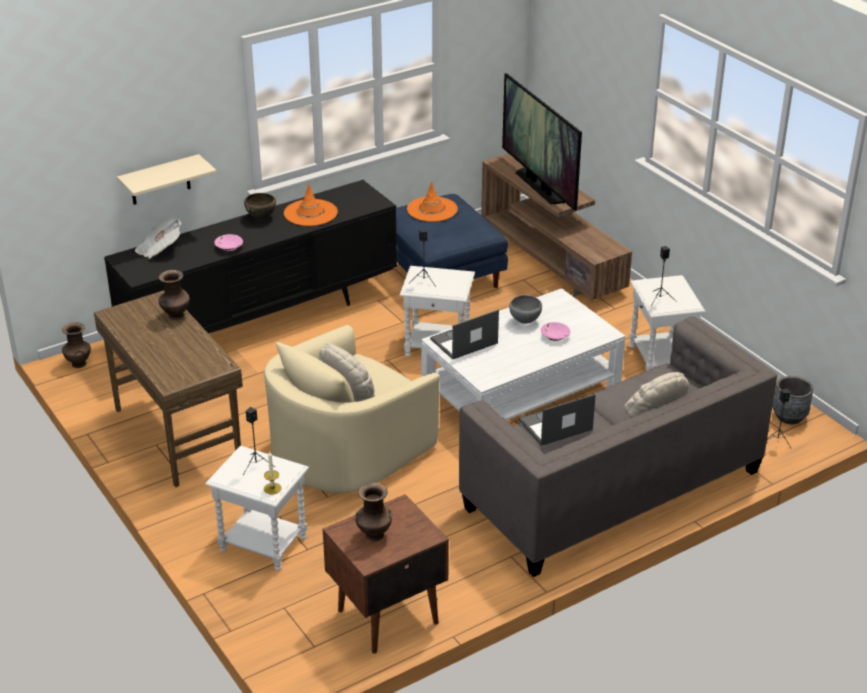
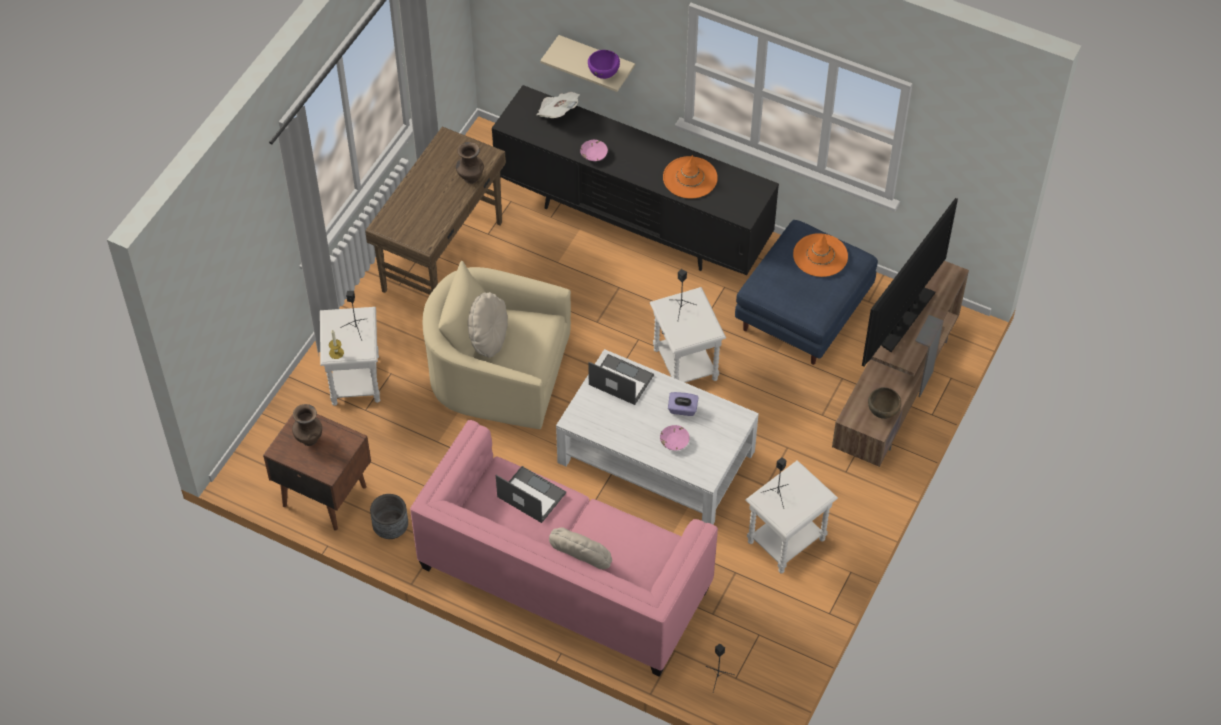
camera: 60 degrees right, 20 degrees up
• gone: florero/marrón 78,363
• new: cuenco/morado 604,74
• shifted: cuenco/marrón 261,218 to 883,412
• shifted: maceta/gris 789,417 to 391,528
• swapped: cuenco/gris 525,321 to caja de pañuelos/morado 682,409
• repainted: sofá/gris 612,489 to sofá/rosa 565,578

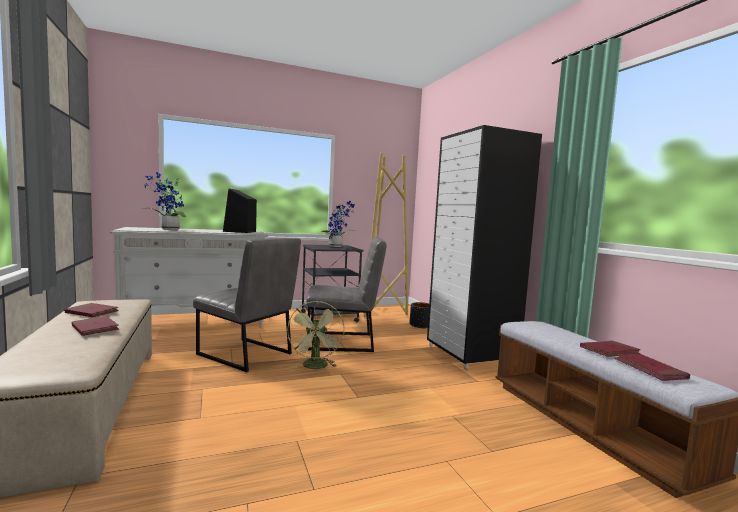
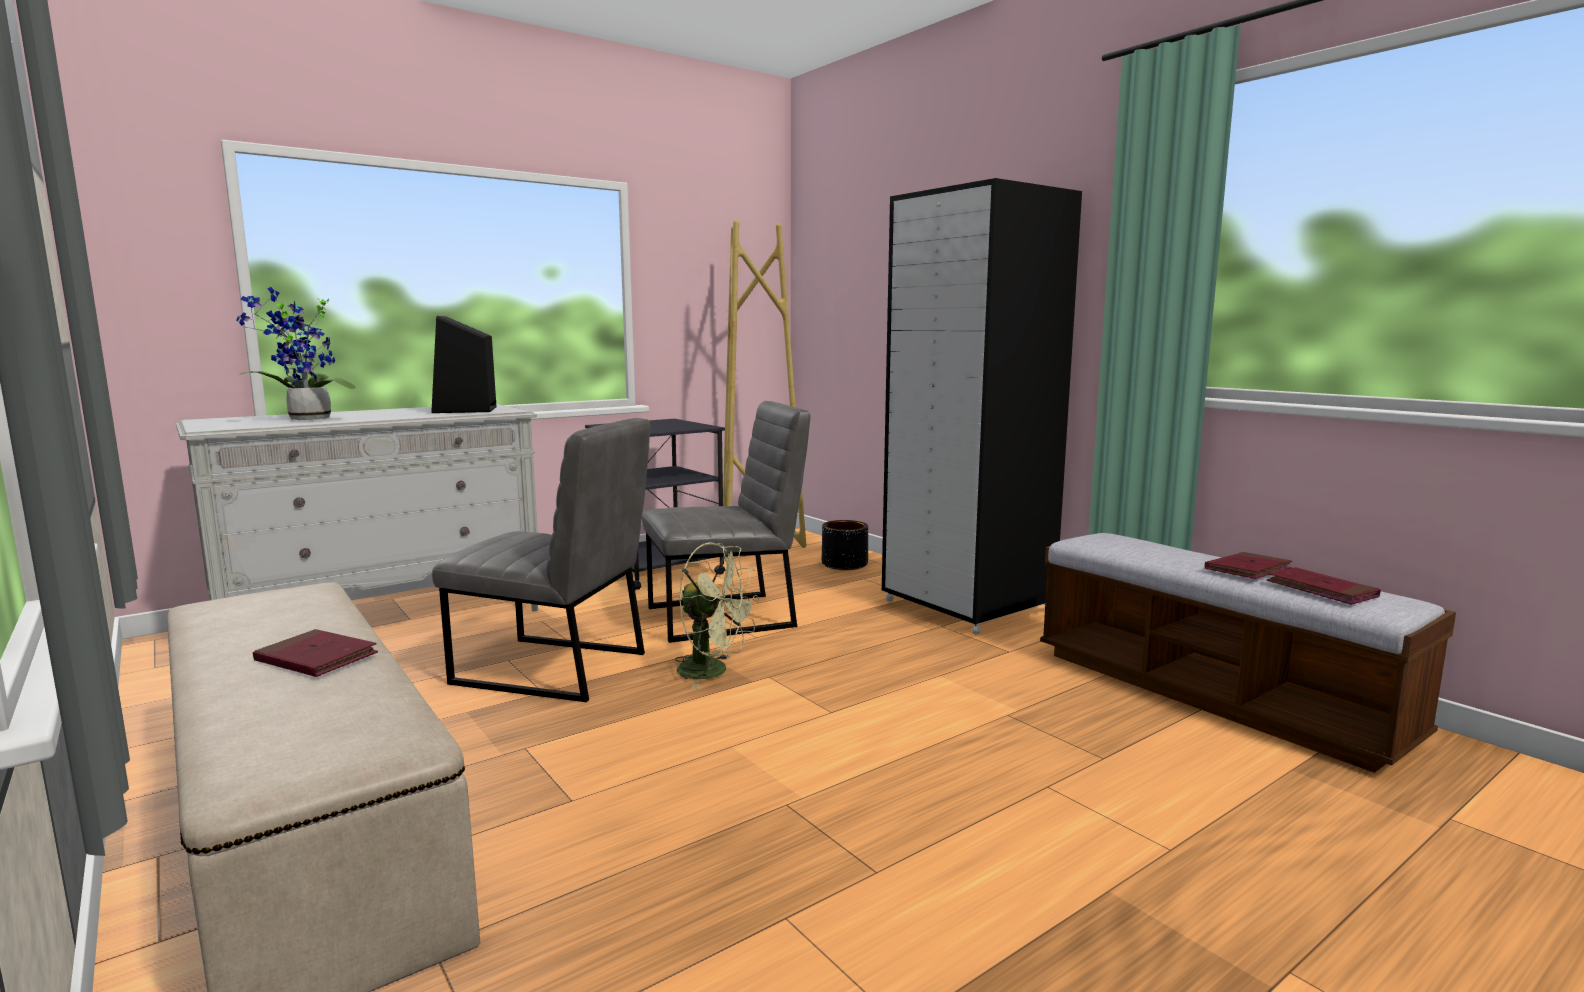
camera: 15 degrees left, 5 degrees up
• gone: libro/rojo 92,312
• gone: planta en maceta 337,246
• rotated: ventilador/verde 316,367 = 713,671 45 degrees counterclockwise

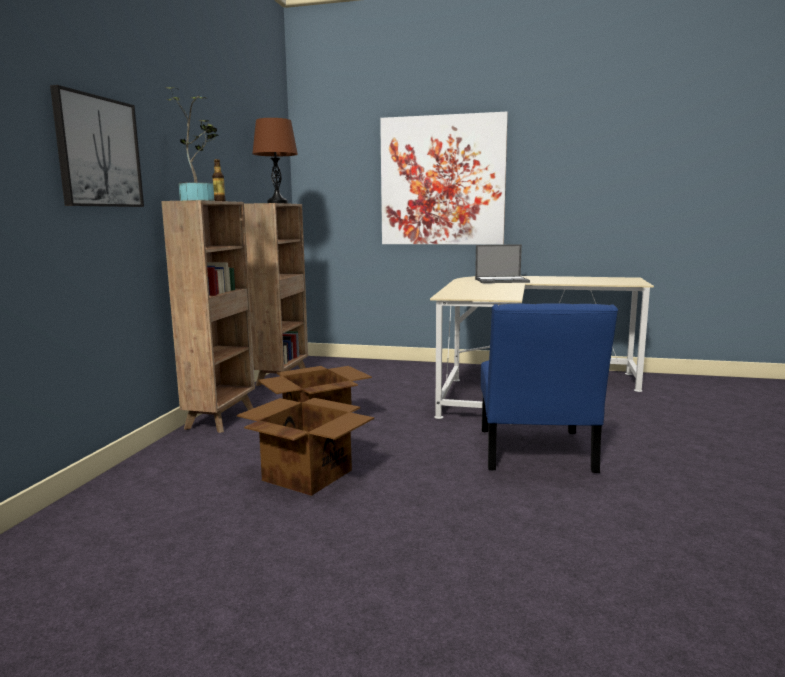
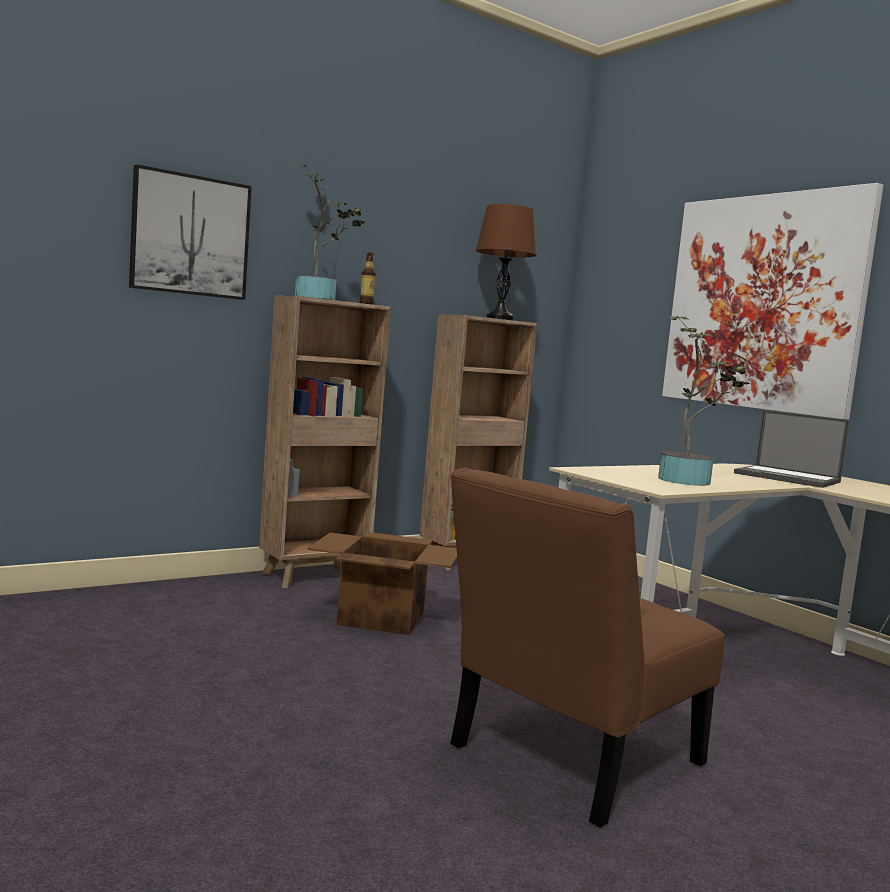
camera: 40 degrees right, 5 degrees down
• gone: caja de cartón 306,474
• new: planta en maceta 689,481
• repainted: silla/azul 535,454 to silla/marrón 568,759

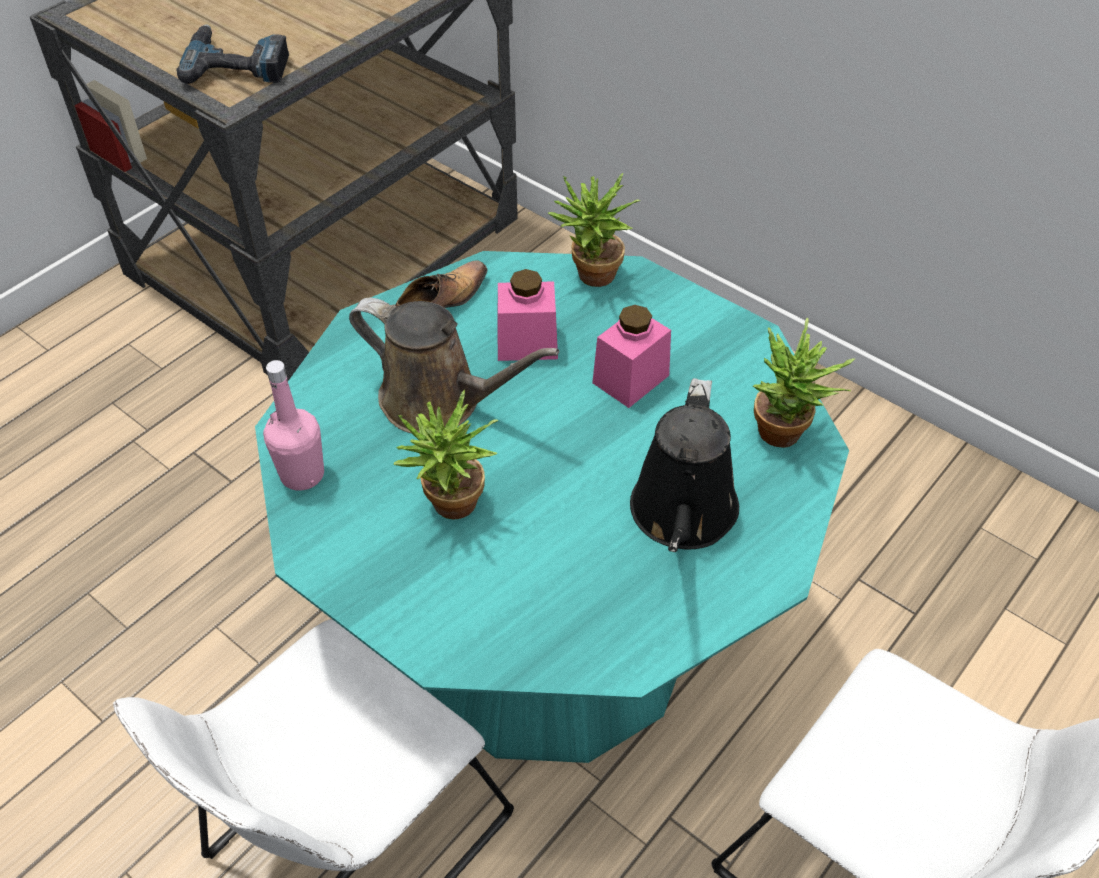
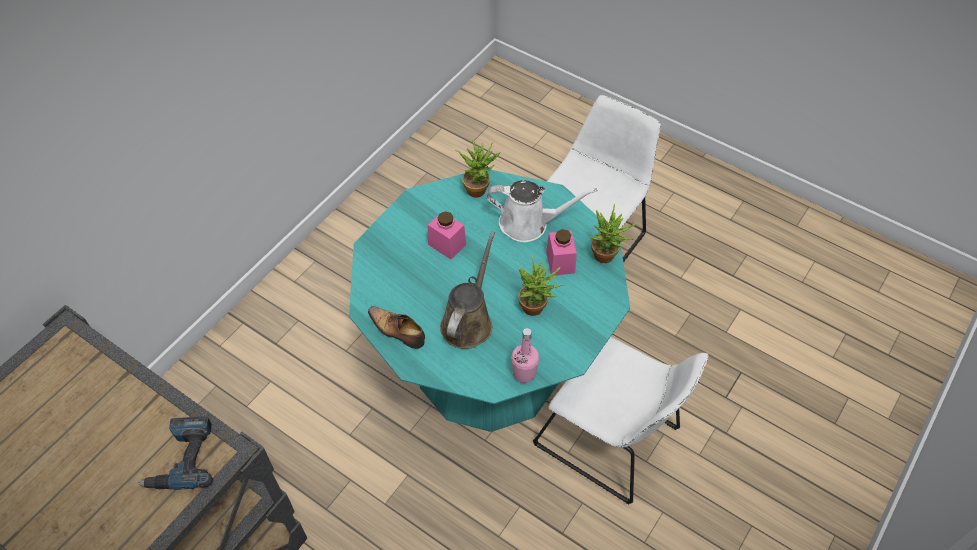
camera: 95 degrees left, 5 degrees up
• shifted: tarro/rosa 527,343 to 560,262
• shifted: planta en maceta 591,278 to 607,258
• repainted: regadera/negro 682,516 to regadera/blanco 528,224

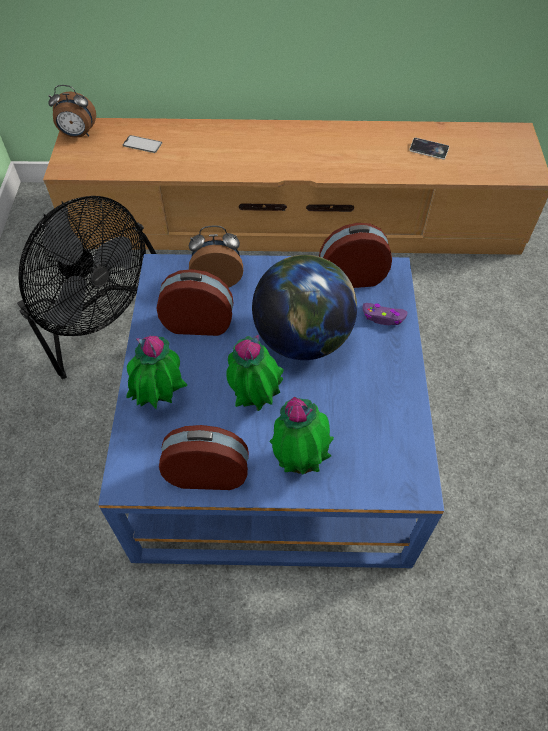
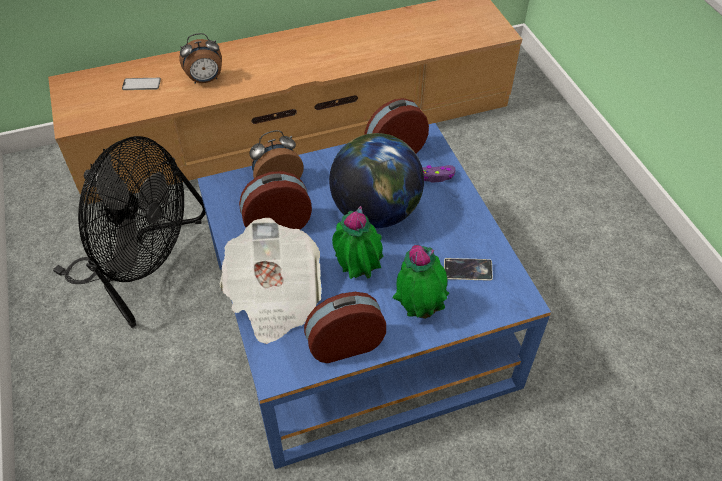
camera: 20 degrees left, 5 degrees down
• shifted: despertador 78,135 to 205,80
• shifted: móvil 428,150 to 467,271
• swapped: planta en maceta 160,400 to periódico 274,297

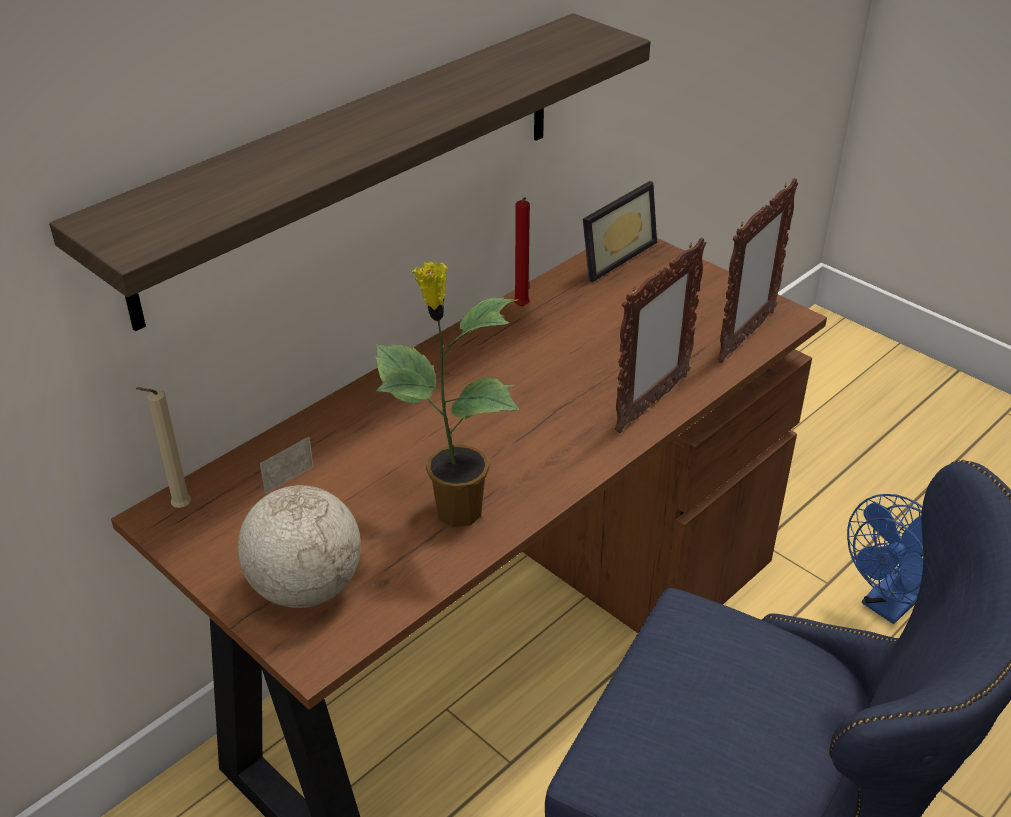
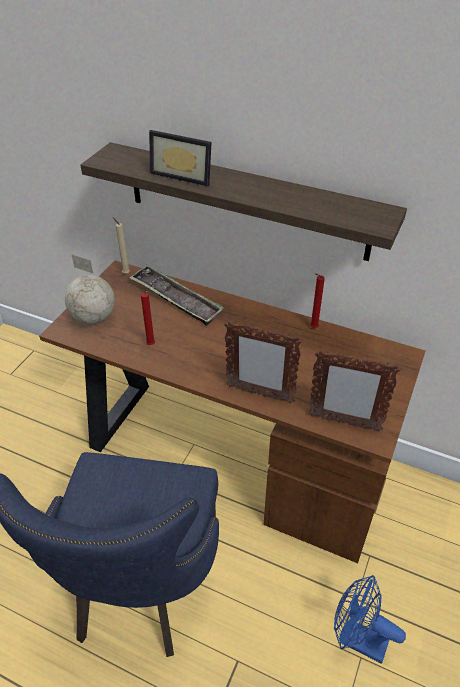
camera: 70 degrees right, 5 degrees up
• new: bandeja 176,299
• shifted: portarretratos 610,255 to 183,174
• swapped: planta en maceta 455,511 to vela/rojo 151,345

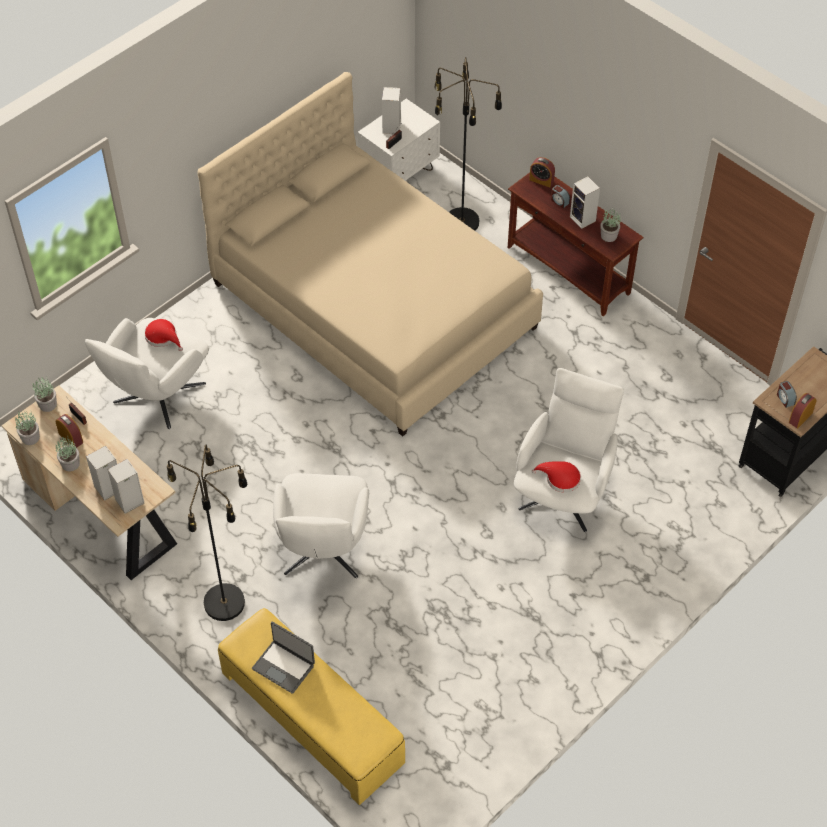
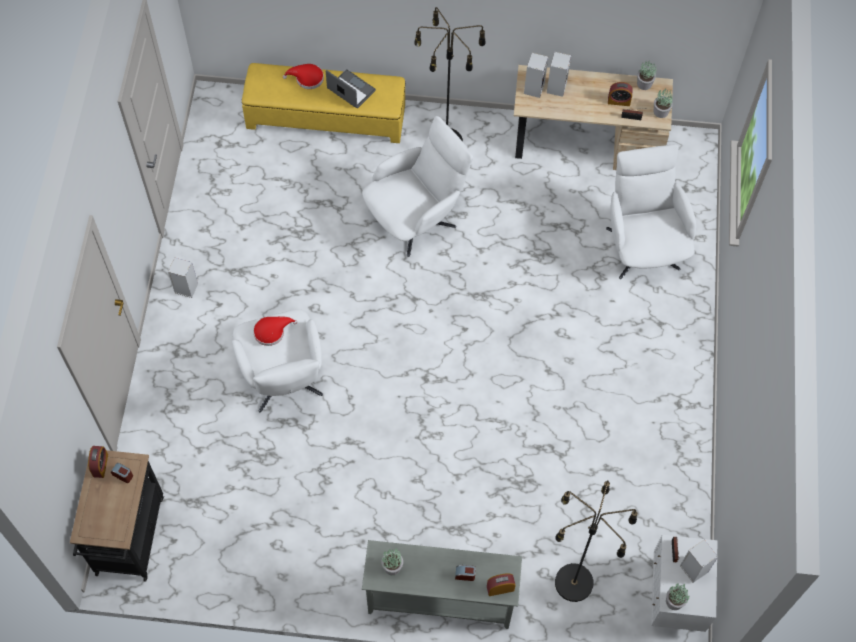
camera: 140 degrees right, 10 degrees up
• gone: cama/beis 374,305
• shifted: planta en maceta 70,463 to 675,601
• shifted: sombrero/rojo 163,337 to 307,78
• shifted: altavoz 583,219 to 185,288
• repainted: mesa consola/marrón 569,270 to mesa consola/gris 439,599
• rotated: portátil 284,666 = 350,90 45 degrees clockwise
• rotated: sillón/blanco 323,549 = 416,219 90 degrees clockwise

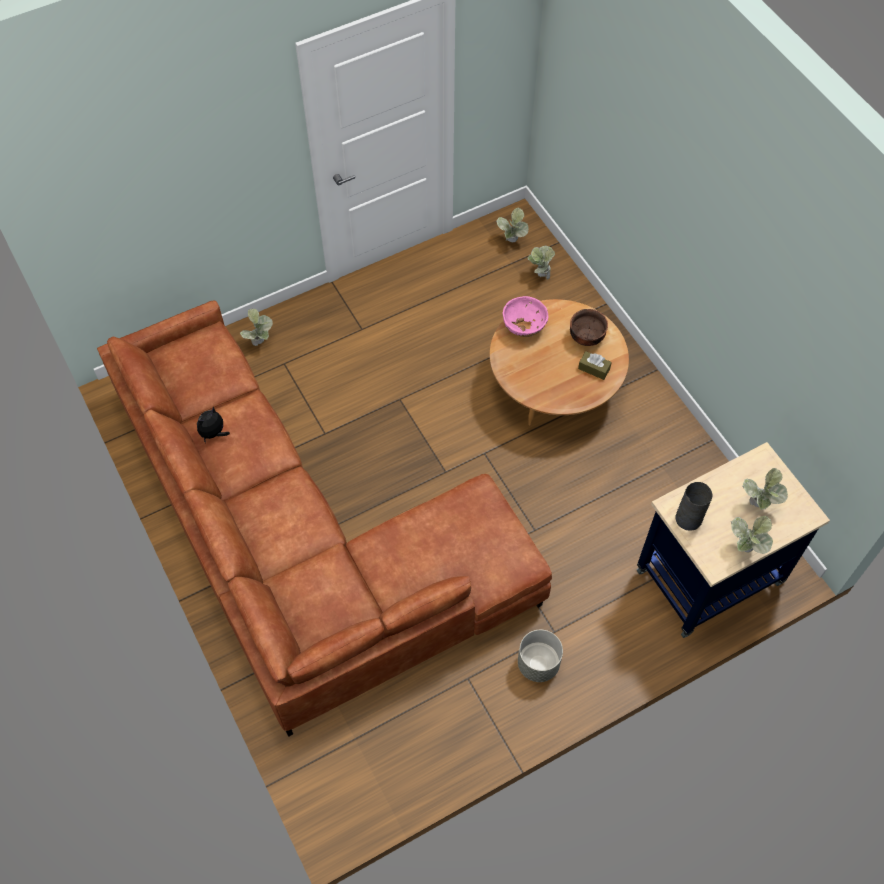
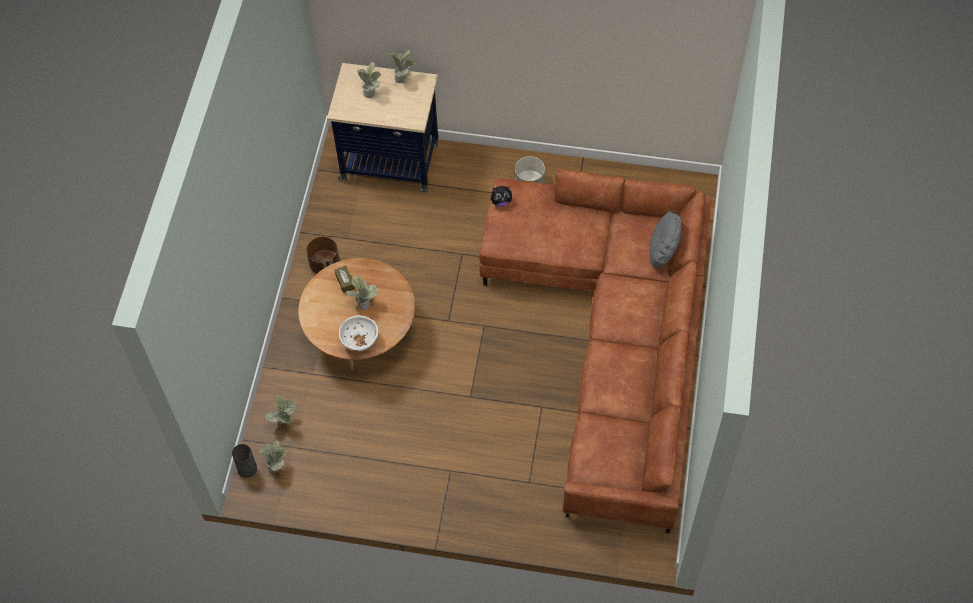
camera: 140 degrees left, 0 degrees up
• gone: cuenco/marrón 586,337
• new: maceta/marrón 325,264
• new: cojín/gris 663,252
• shifted: peluche 213,433 to 501,202
• shifted: planta en maceta 261,343 to 363,302
• shifted: florero/gris 688,518 to 247,469
• repainted: cuenco/rosa 524,327 to cuenco/blanco 360,341

